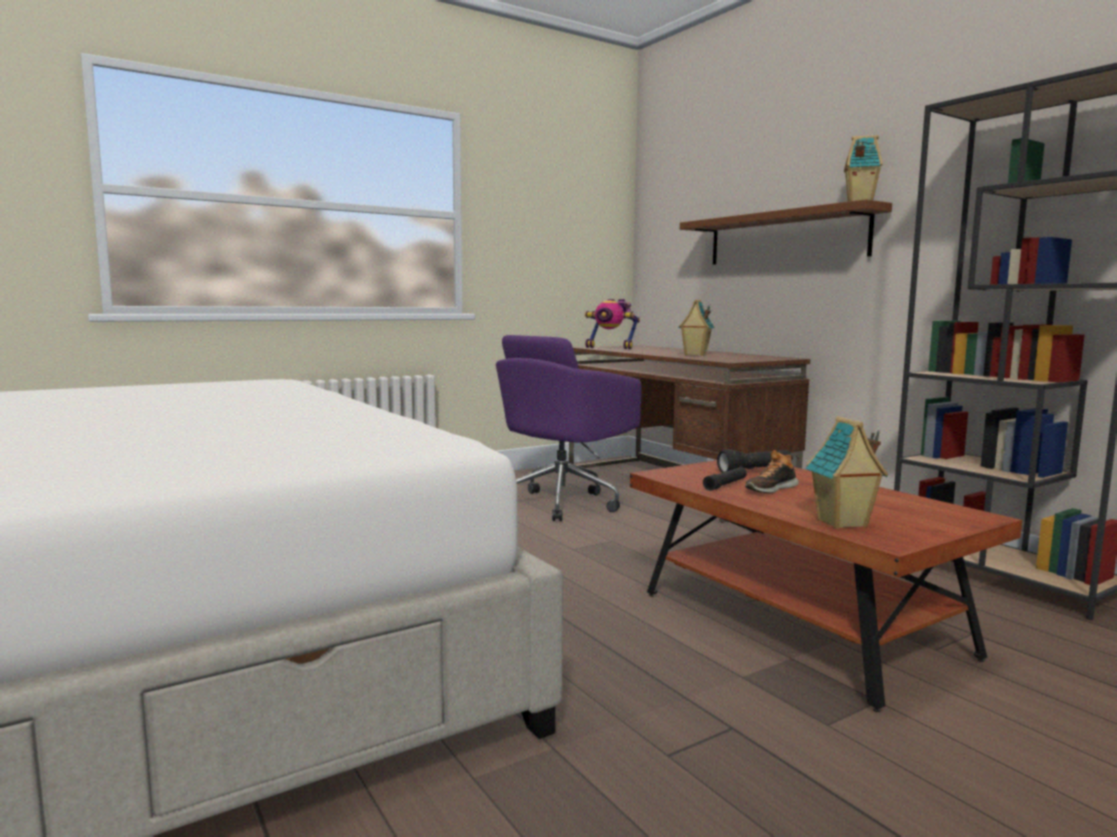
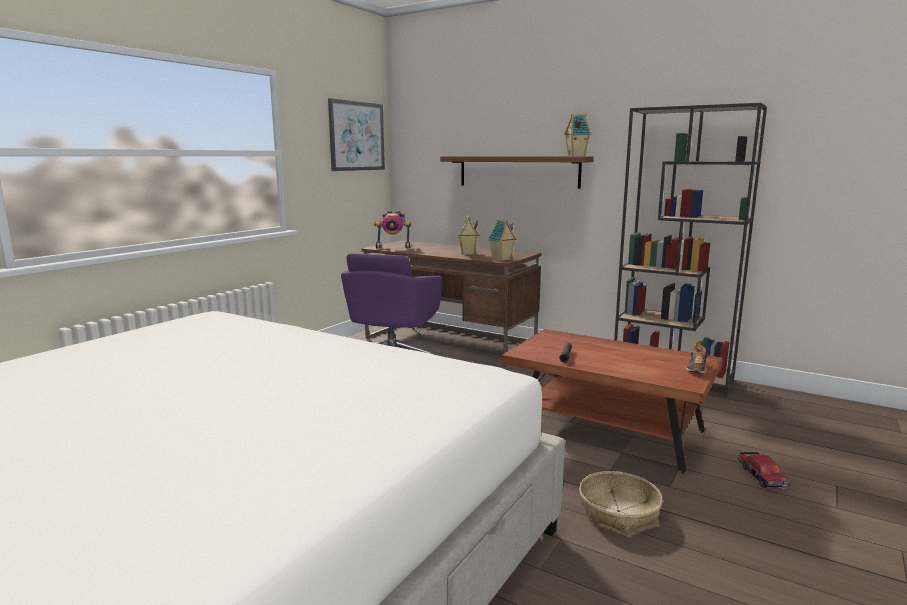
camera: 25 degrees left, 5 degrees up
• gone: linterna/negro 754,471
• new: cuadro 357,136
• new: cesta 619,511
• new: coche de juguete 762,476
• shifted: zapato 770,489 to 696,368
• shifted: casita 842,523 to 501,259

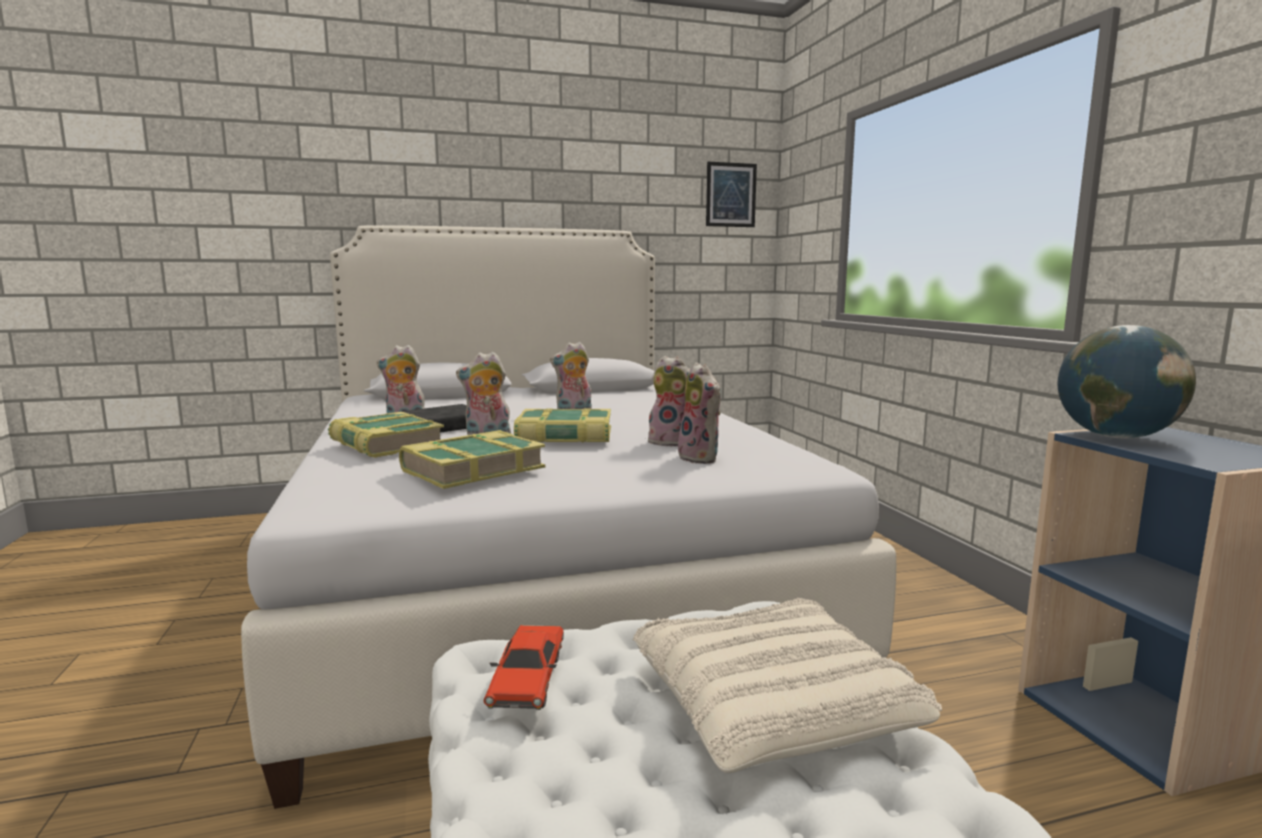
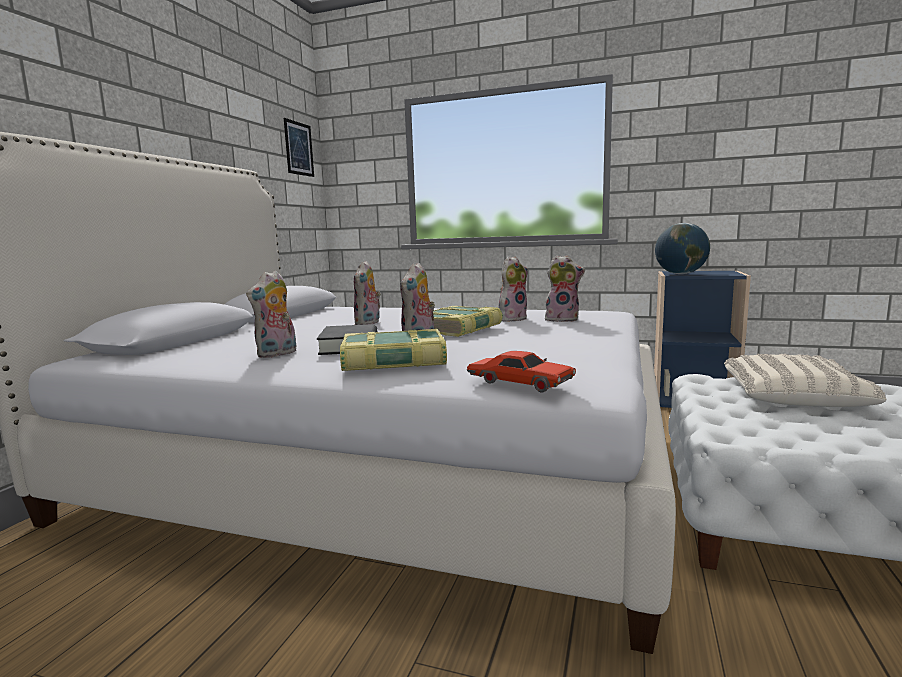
camera: 55 degrees left, 0 degrees up
• gone: libro 472,469
• shifted: coche de juguete/rojo 528,679 to 519,383

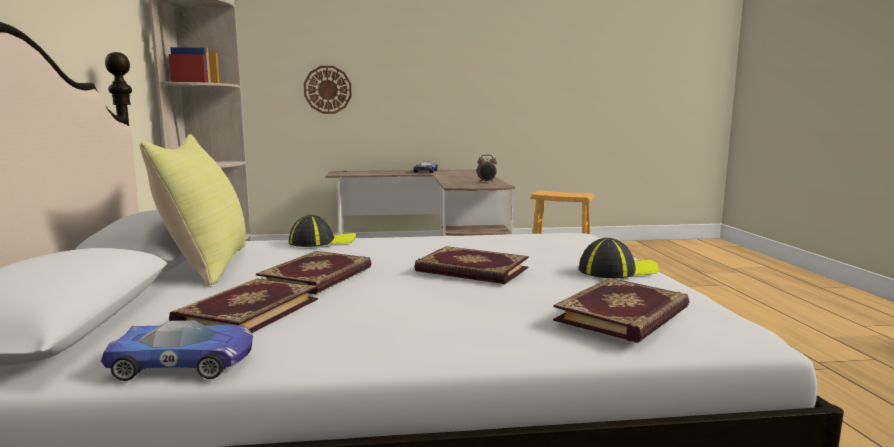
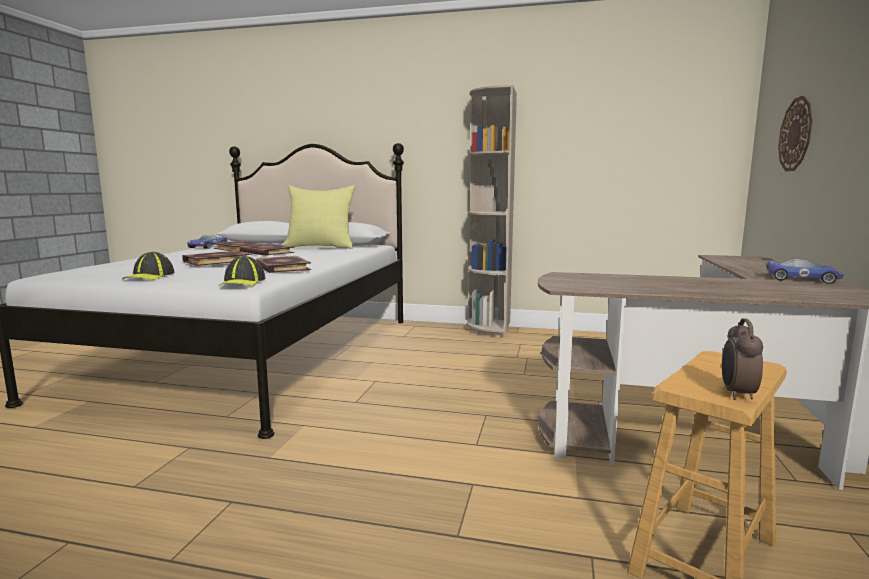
camera: 110 degrees right, 0 degrees up
• shifted: gorra 322,241 to 242,282
• shifted: despertador 486,182 to 736,394
• shifted: libro 624,314 to 281,267

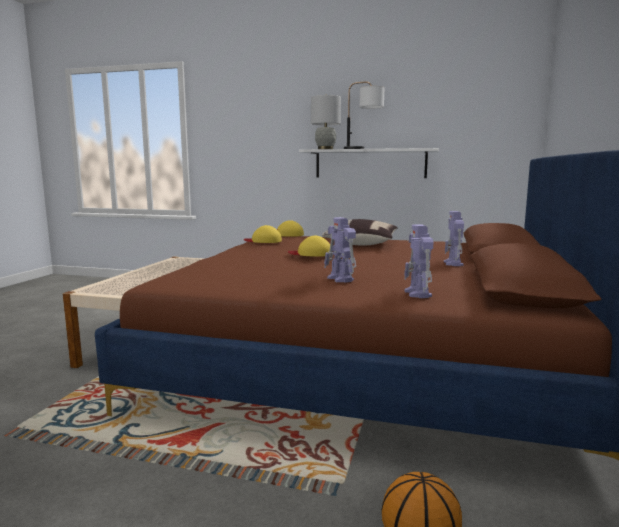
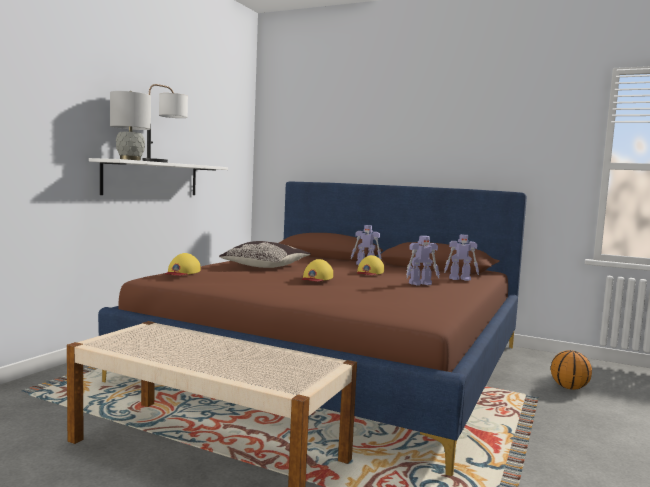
camera: 80 degrees left, 5 degrees down
• shifted: gorra/amarillo 263,241 to 369,272

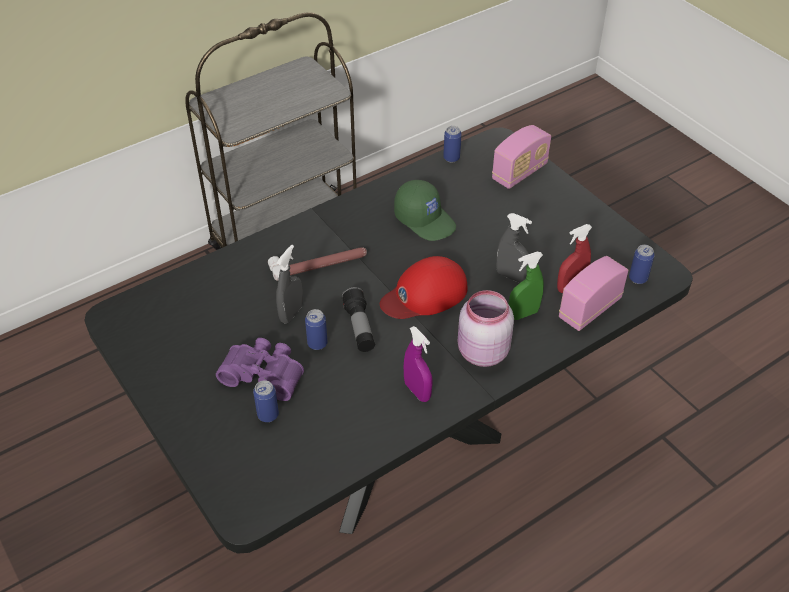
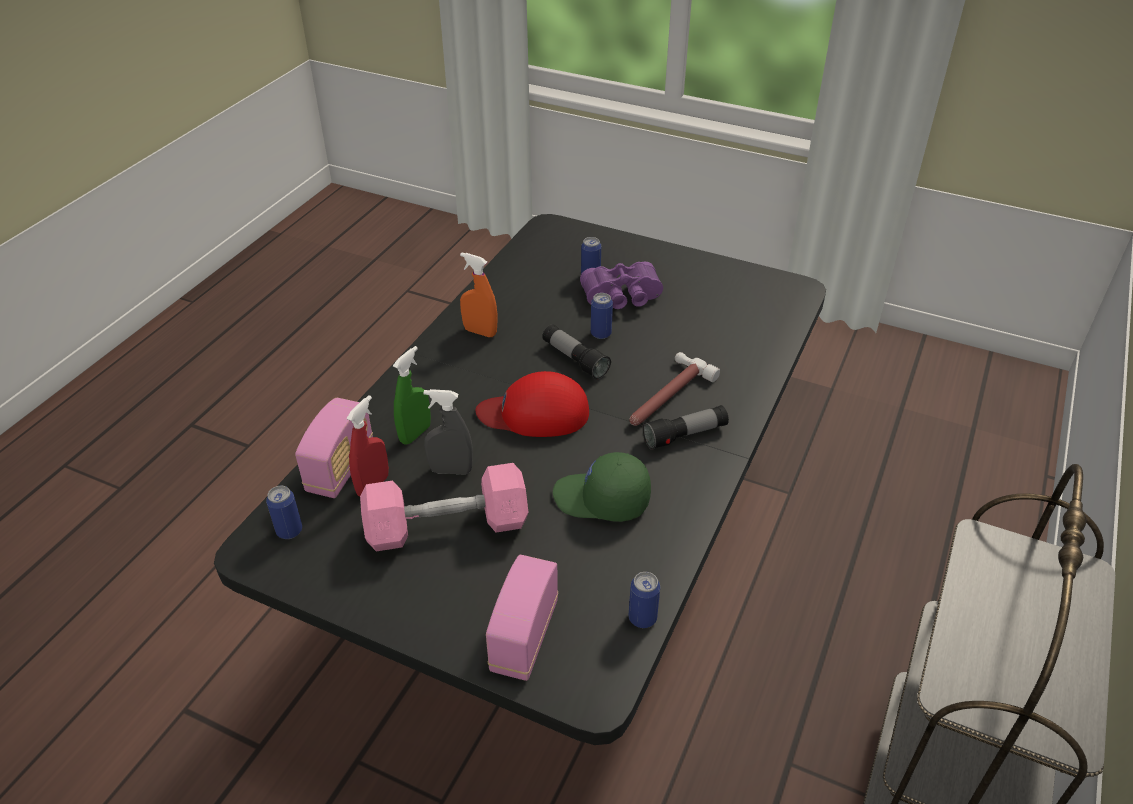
camera: 150 degrees right, 5 degrees down
• gone: pulverizador/gris 291,313
• gone: tarro/rosa 481,352
• new: mancuerna/rosa 447,526
• new: linterna 685,435
• repainted: pulverizador/morado 417,391 to pulverizador/naranja 480,332
• rotated: gorra/rojo 424,294 = 535,413 120 degrees counterclockwise

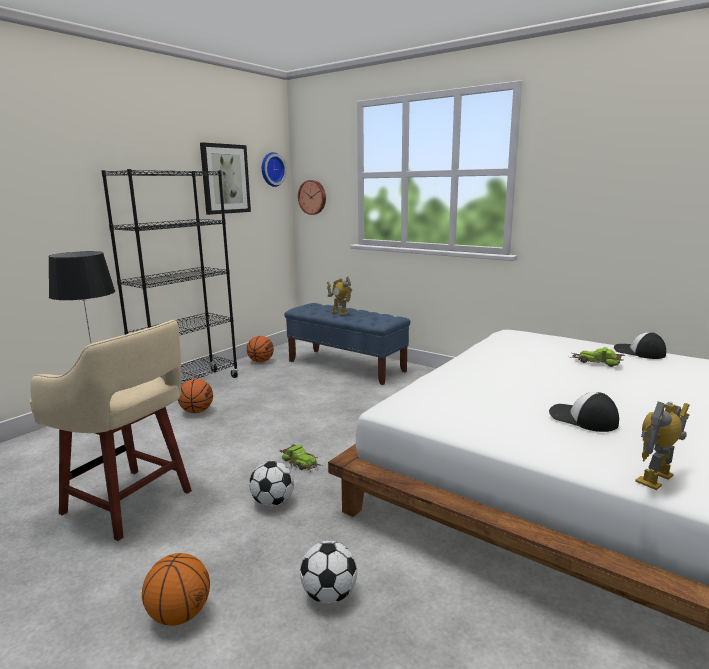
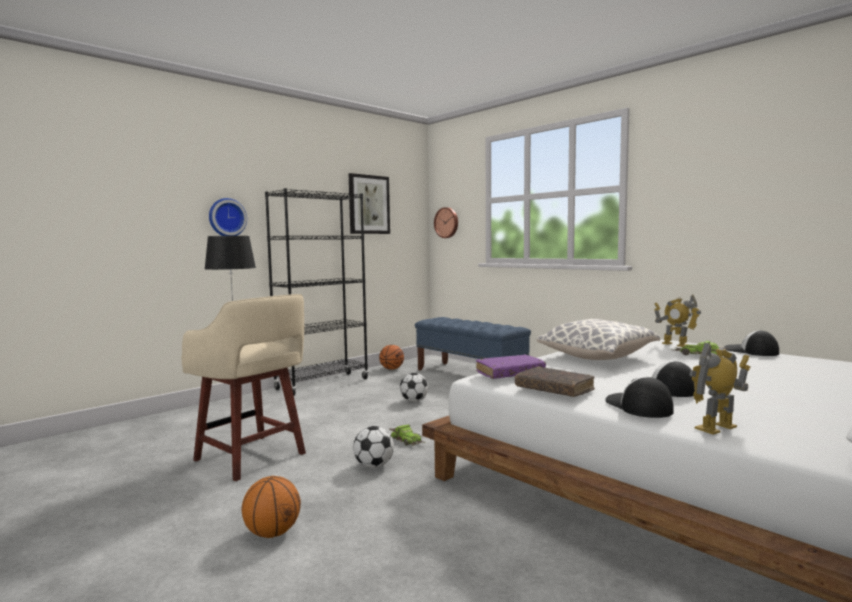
camera: 10 degrees right, 10 degrees down
• gone: balón de baloncesto 197,411
• new: libro/morado 510,373
• new: libro/marrón 554,389
• new: cojín 597,357
• new: gorra 638,406
• shifted: reloj de pared 271,169 to 227,217
• shifted: balón de fútbol 329,594 to 414,401
• shifted: robot de juguete 339,313 to 675,344

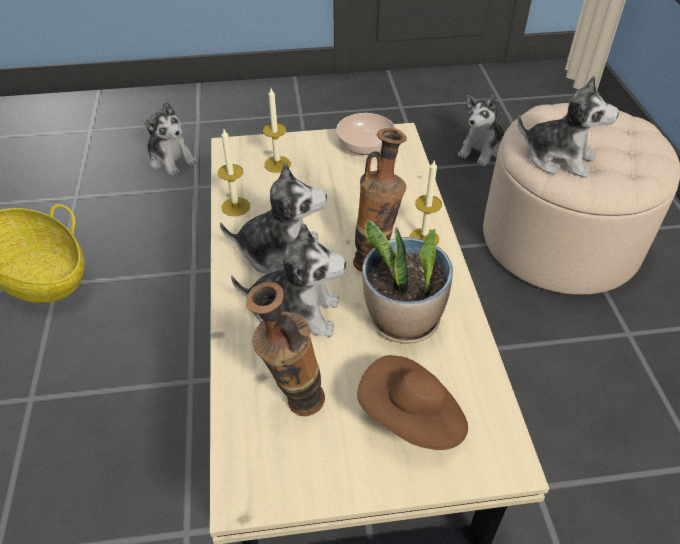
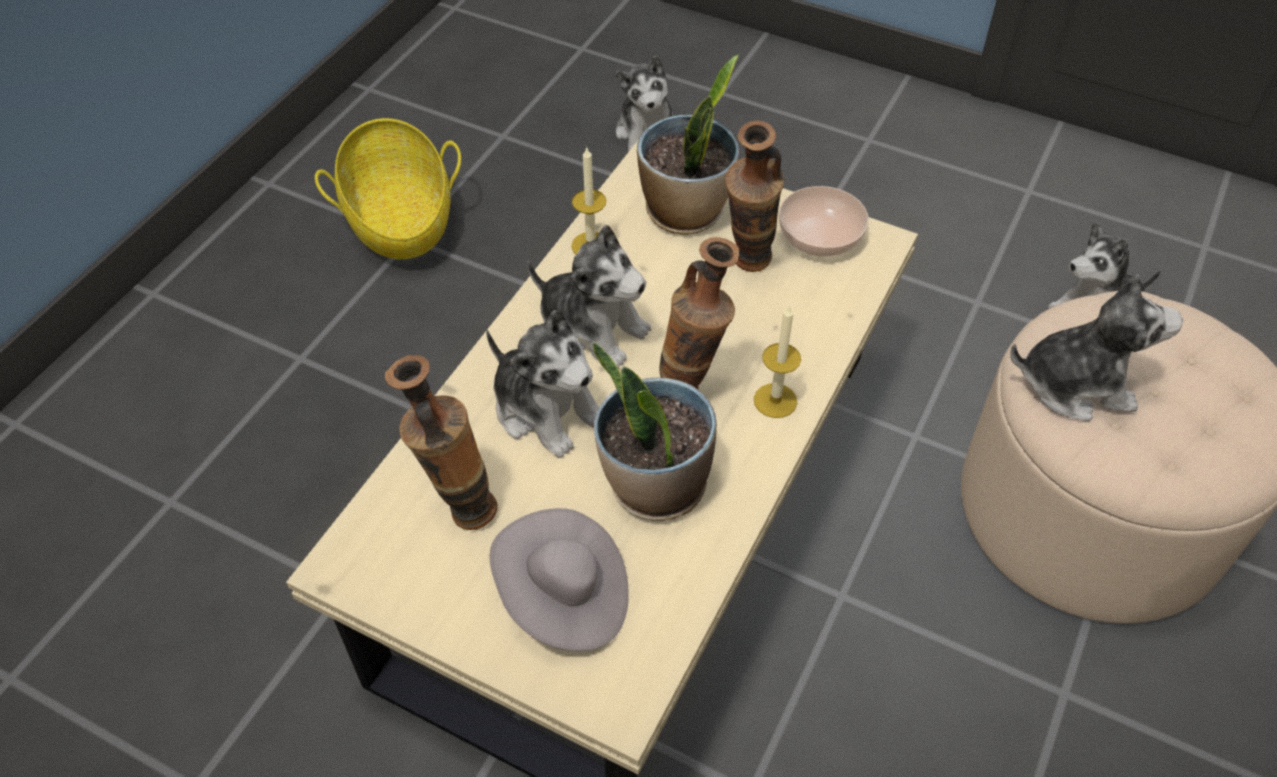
camera: 35 degrees right, 5 degrees up
• new: florero 747,268
• swapped: vela 277,164 to planta en maceta 685,212
• repainted: sombrero/marrón 412,419 to sombrero/gris 564,598
• rotated: peluche 558,158 = 1075,384 60 degrees counterclockwise

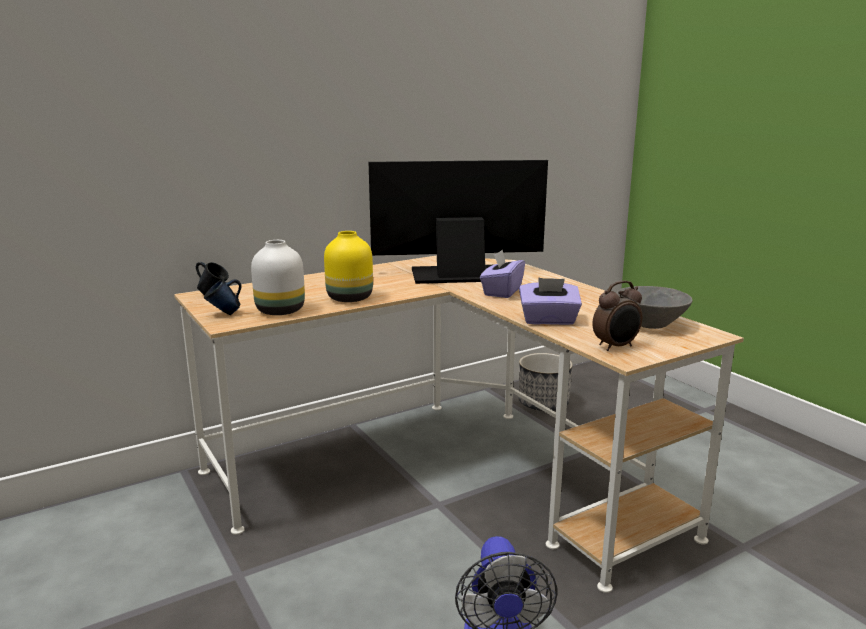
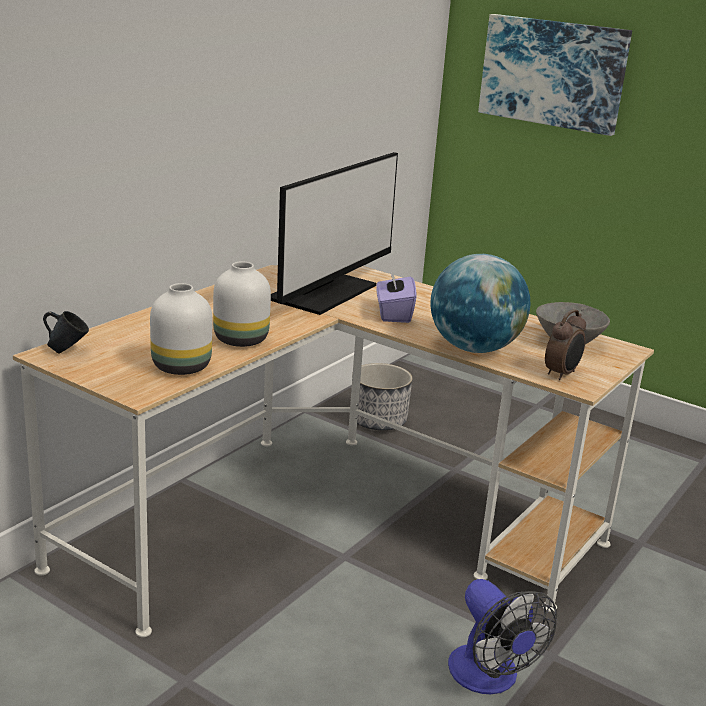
camera: 25 degrees left, 5 degrees up
• gone: taza grande/azul 225,314
• new: cuadro 553,73
• swapped: caja de pañuelos/morado 548,320 to globo terráqueo 474,348
• repainted: florero/amarillo 351,298 to florero/blanco 242,339
• rotated: monitor 459,274 = 324,292 150 degrees clockwise

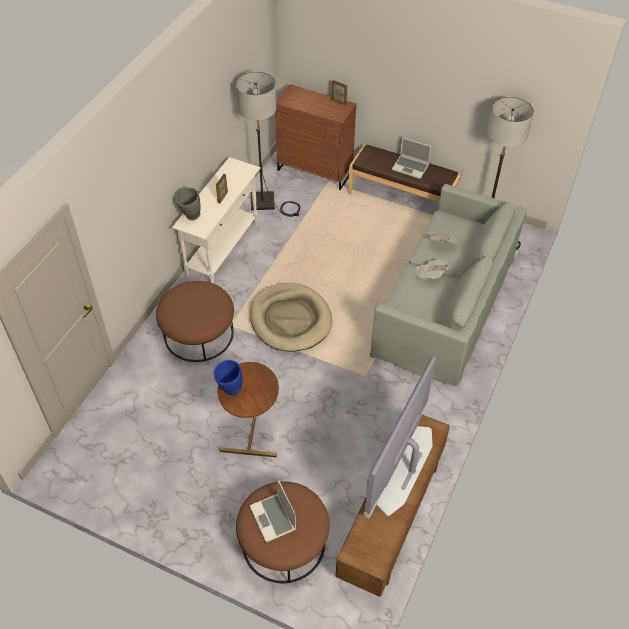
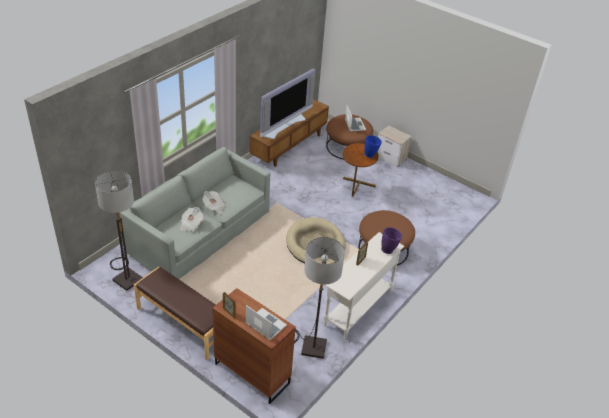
camera: 170 degrees left, 10 degrees down
• new: mesita de noche 391,158
• shifted: portátil 411,167 to 265,325
• repainted: florero/gris 190,217 to florero/morado 389,250

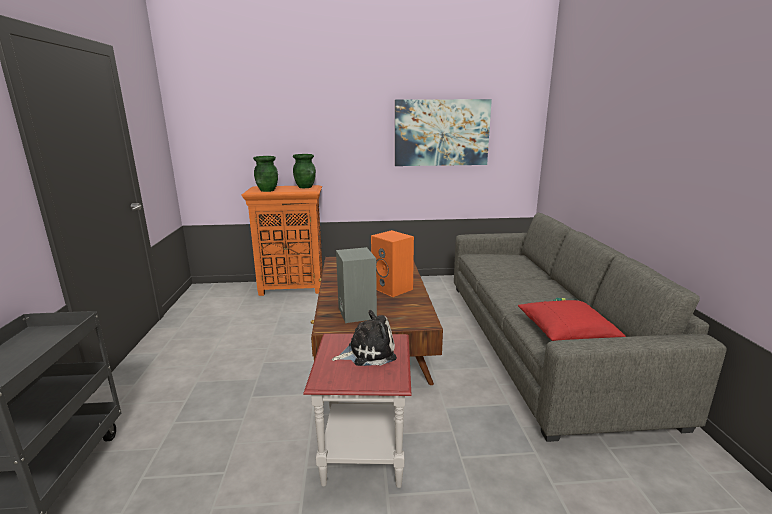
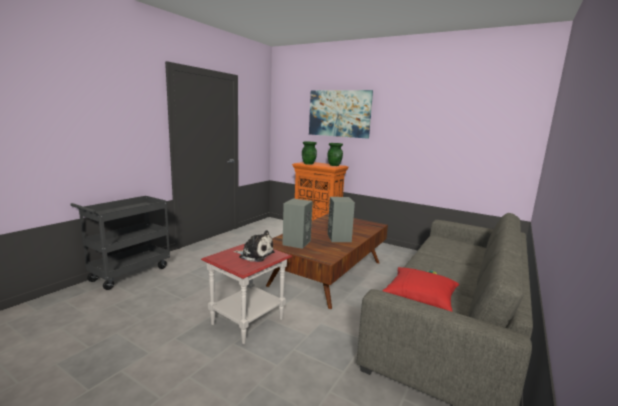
camera: 35 degrees right, 5 degrees down
• shifted: cuadro 441,133 to 339,113
• repainted: altavoz/naranja 393,288 to altavoz/gris 339,238

